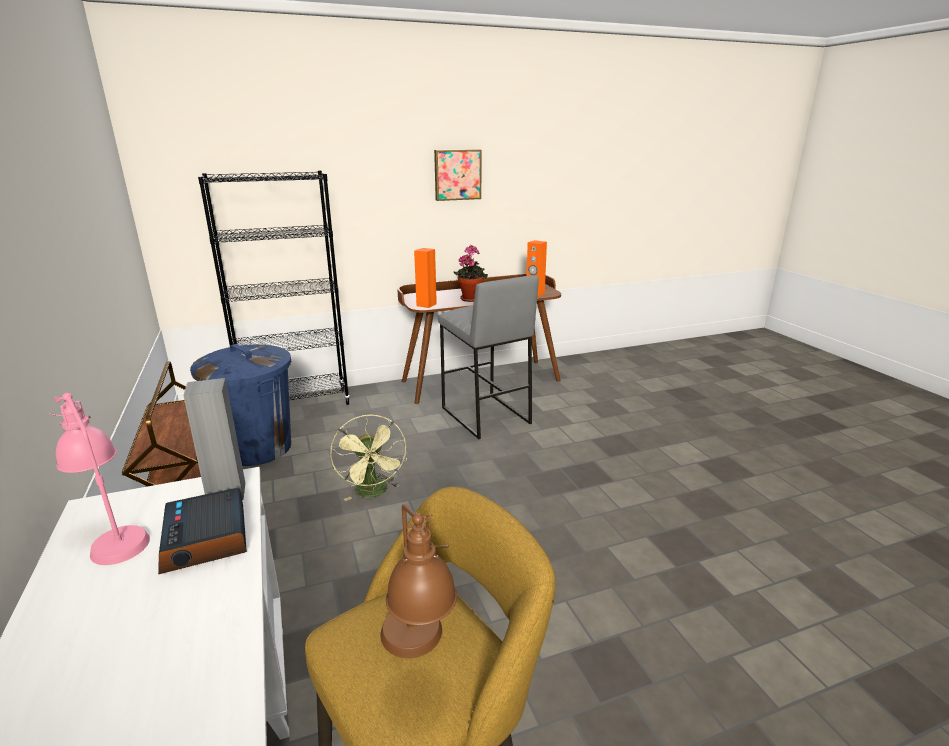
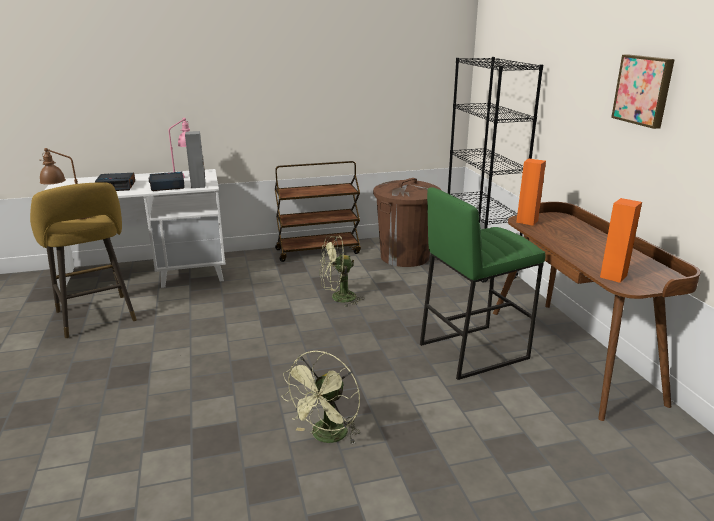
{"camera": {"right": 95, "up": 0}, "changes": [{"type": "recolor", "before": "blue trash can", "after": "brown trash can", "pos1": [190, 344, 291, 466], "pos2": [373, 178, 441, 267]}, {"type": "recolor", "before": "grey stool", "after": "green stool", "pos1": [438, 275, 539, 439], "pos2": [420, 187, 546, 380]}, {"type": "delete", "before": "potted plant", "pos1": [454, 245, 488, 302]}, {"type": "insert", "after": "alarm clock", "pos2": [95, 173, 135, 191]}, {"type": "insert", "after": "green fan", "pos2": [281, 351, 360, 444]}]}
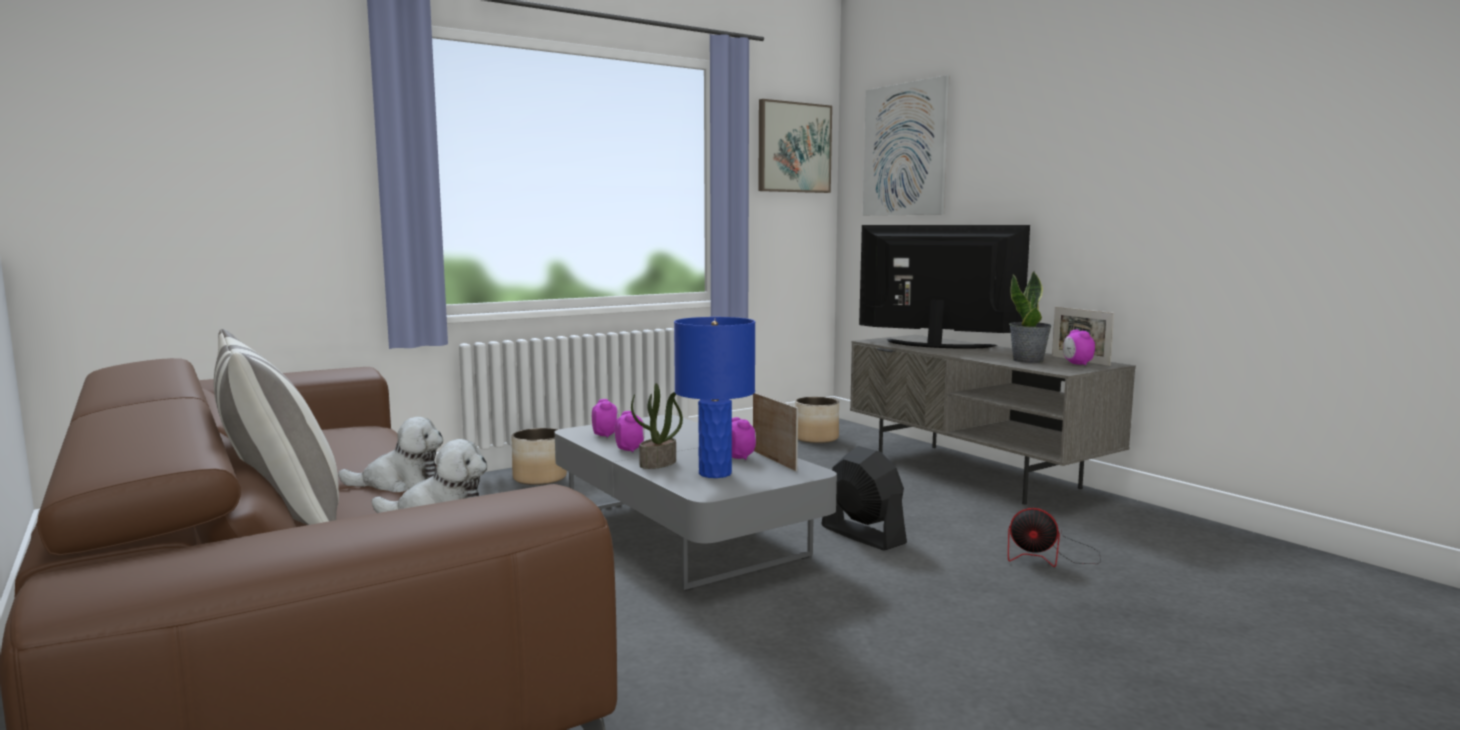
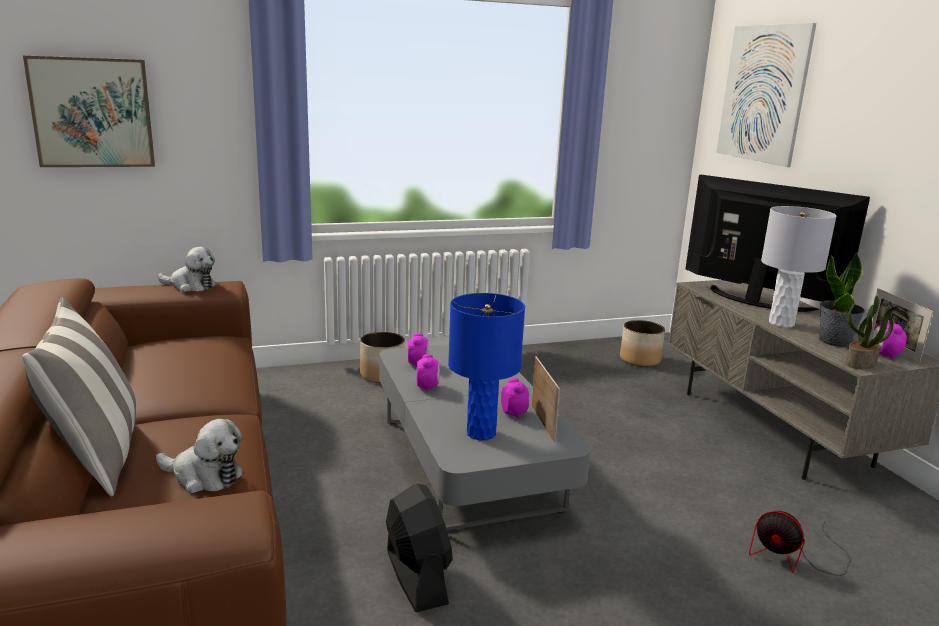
{"camera": {"right": 15, "up": 10}, "changes": [{"type": "move", "before": "plush toy", "pos1": [338, 417, 443, 492], "pos2": [158, 247, 216, 292]}, {"type": "move", "before": "potted plant", "pos1": [631, 383, 683, 469], "pos2": [845, 295, 898, 369]}, {"type": "move", "before": "picture", "pos1": [758, 99, 832, 193], "pos2": [23, 55, 155, 167]}, {"type": "move", "before": "black fan", "pos1": [821, 446, 907, 550], "pos2": [386, 484, 453, 612]}, {"type": "insert", "after": "grey table lamp", "pos2": [761, 206, 837, 328]}]}
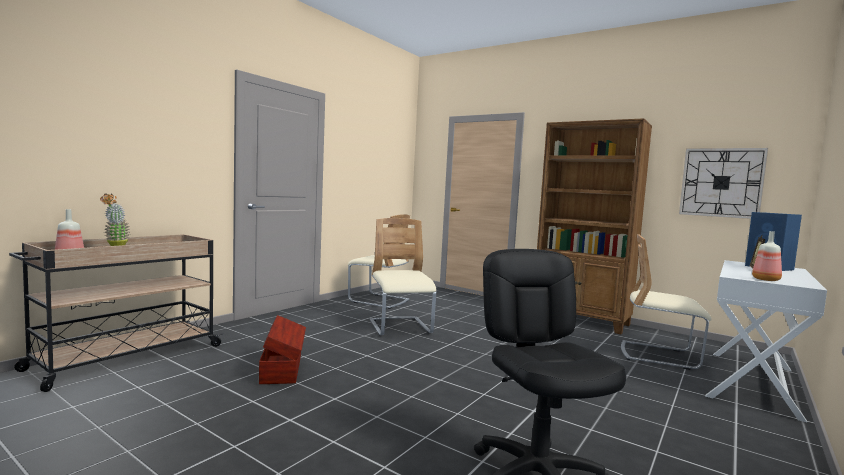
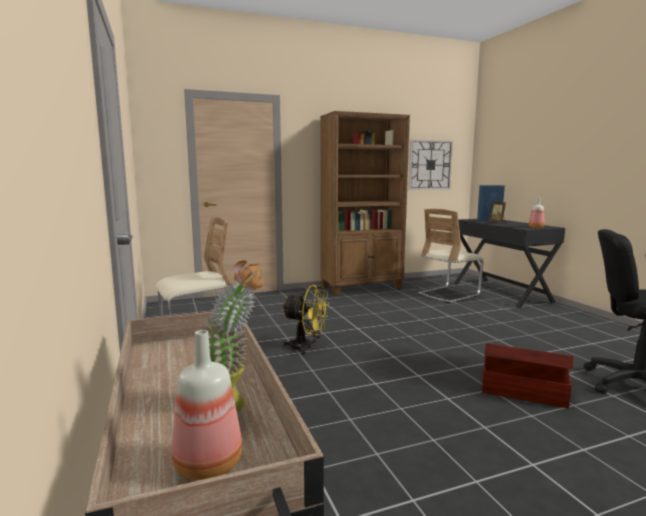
{"camera": {"right": -55, "up": 5}, "changes": [{"type": "move", "before": "brown storage box", "pos1": [259, 315, 306, 384], "pos2": [482, 343, 574, 408]}, {"type": "replace", "before": "beige chair", "after": "yellow fan", "pos1": [370, 218, 437, 336], "pos2": [283, 285, 329, 355]}, {"type": "recolor", "before": "white desk", "after": "black desk", "pos1": [705, 260, 827, 422], "pos2": [454, 219, 565, 308]}]}
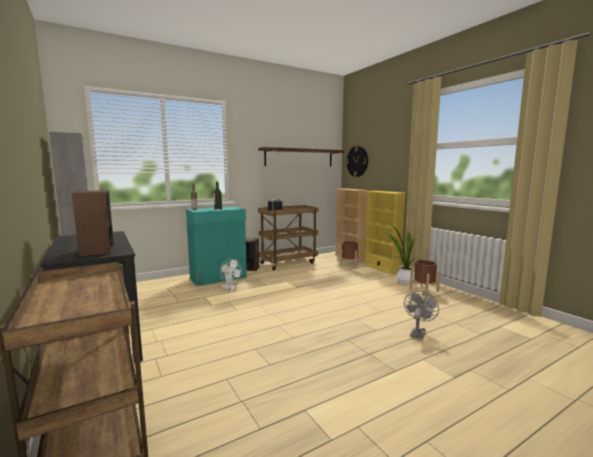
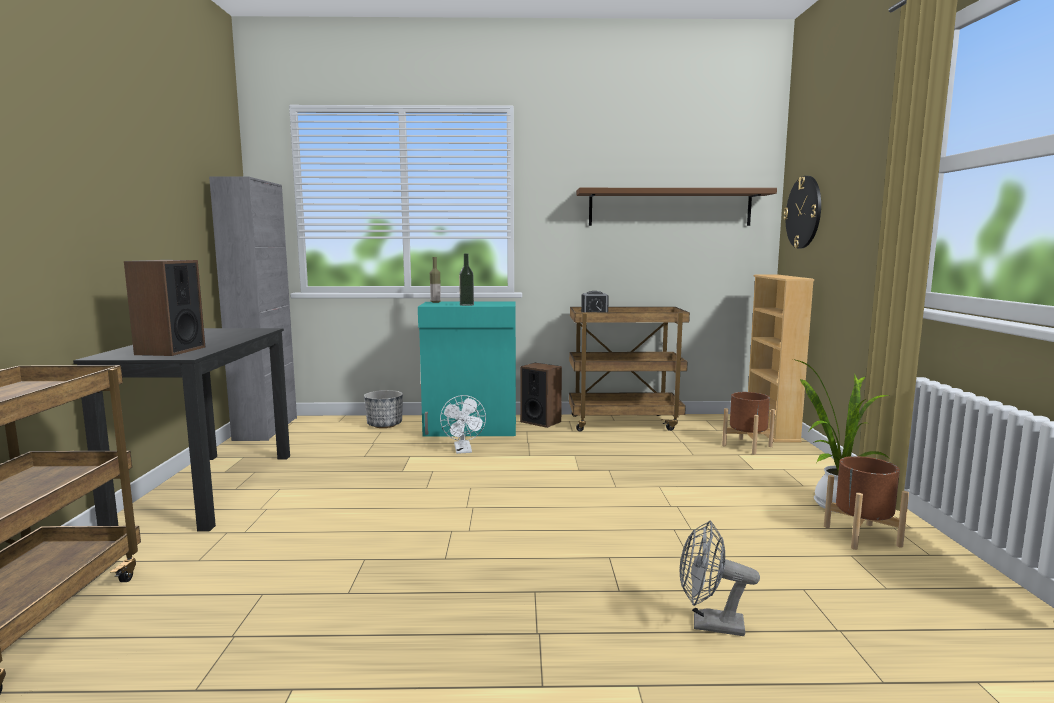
{"camera": {"right": 30, "up": 0}, "changes": [{"type": "delete", "before": "yellow bookcase", "pos1": [364, 191, 406, 274]}, {"type": "rotate", "before": "grey fan", "pos1": [404, 291, 439, 339], "pos2": [680, 520, 760, 636], "turn": -135}, {"type": "insert", "after": "planter", "pos2": [364, 390, 403, 428]}]}
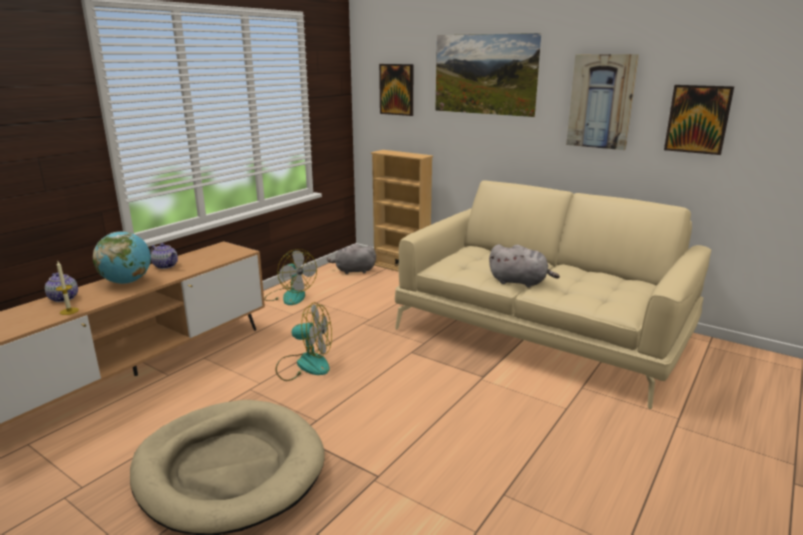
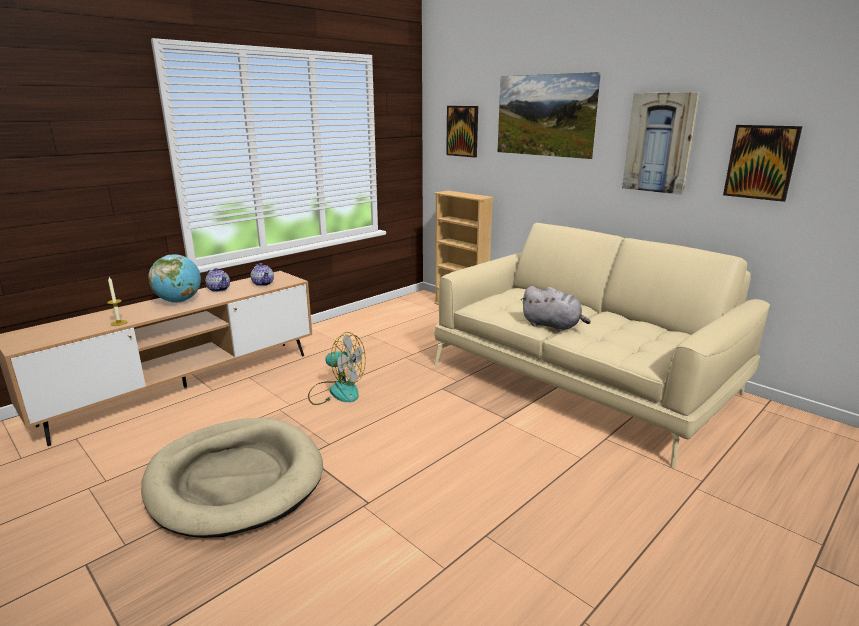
{"camera": {"right": 10, "up": 0}, "changes": [{"type": "move", "before": "teapot", "pos1": [45, 273, 78, 302], "pos2": [251, 263, 274, 286]}, {"type": "delete", "before": "fan", "pos1": [264, 249, 317, 305]}, {"type": "delete", "before": "grey plush toy", "pos1": [327, 244, 376, 274]}]}
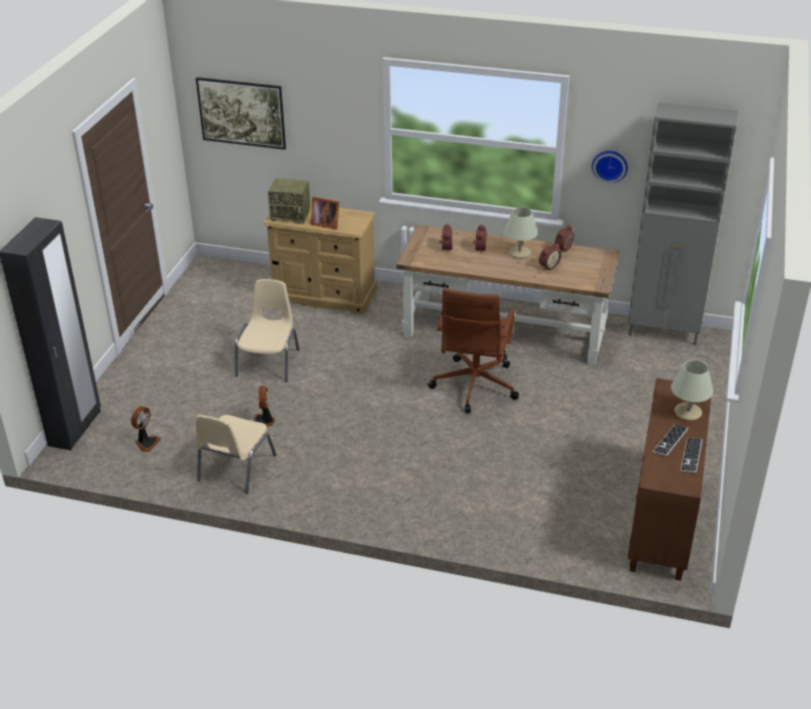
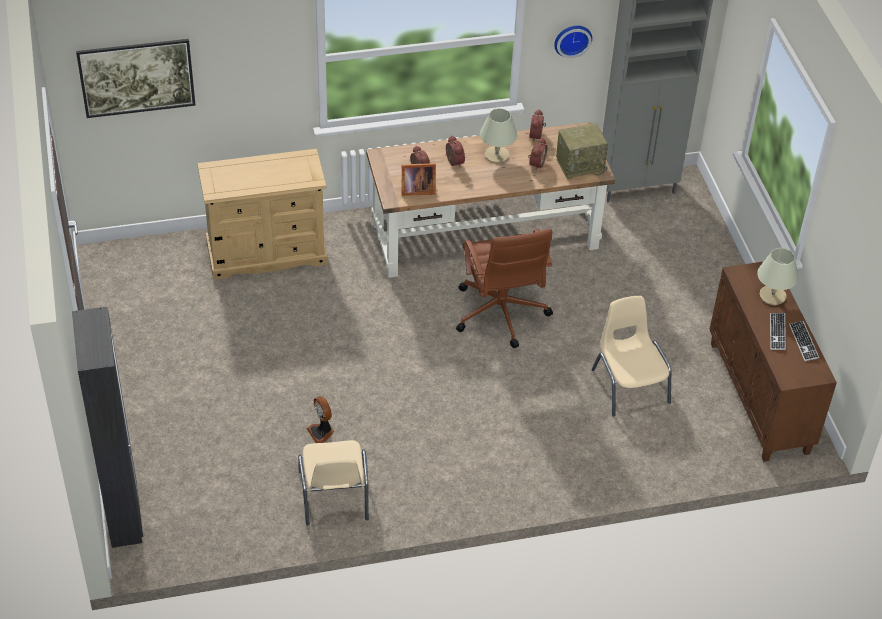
{"camera": {"right": -30, "up": 10}, "changes": [{"type": "delete", "before": "fan", "pos1": [131, 406, 161, 452]}, {"type": "move", "before": "beige chair", "pos1": [235, 279, 299, 382], "pos2": [592, 296, 671, 417]}, {"type": "move", "before": "radio", "pos1": [268, 178, 310, 224], "pos2": [556, 123, 608, 179]}, {"type": "move", "before": "picture frame", "pos1": [311, 196, 339, 230], "pos2": [401, 163, 436, 196]}]}
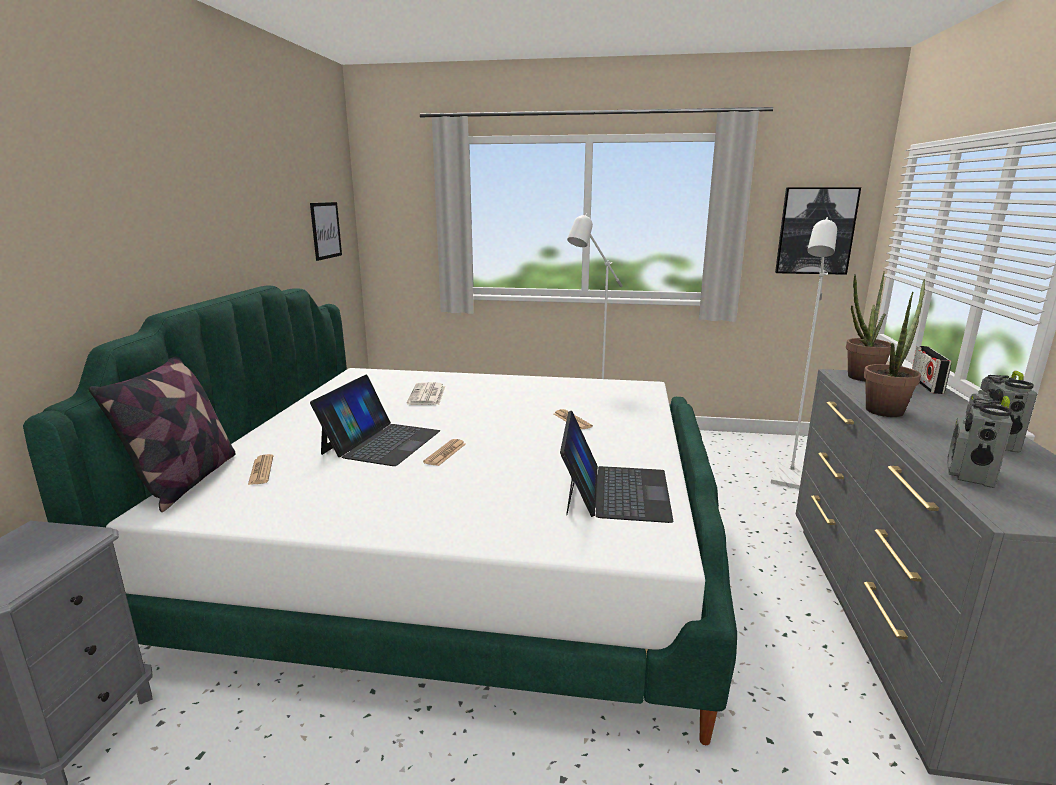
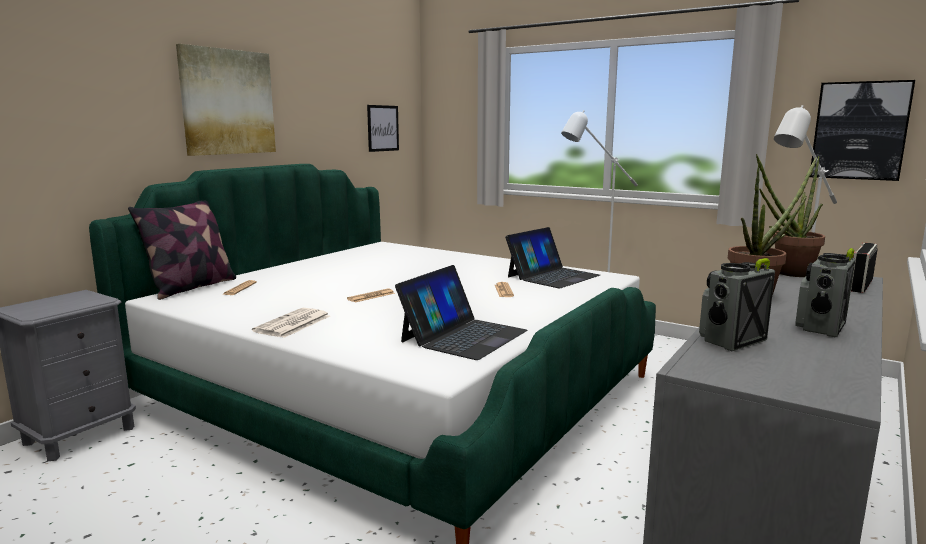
{"camera": {"right": 25, "up": -5}, "changes": [{"type": "move", "before": "laptop", "pos1": [310, 375, 440, 466], "pos2": [505, 227, 600, 288]}, {"type": "move", "before": "newspaper", "pos1": [407, 382, 445, 405], "pos2": [252, 308, 330, 338]}, {"type": "insert", "after": "picture", "pos2": [176, 44, 276, 156]}]}
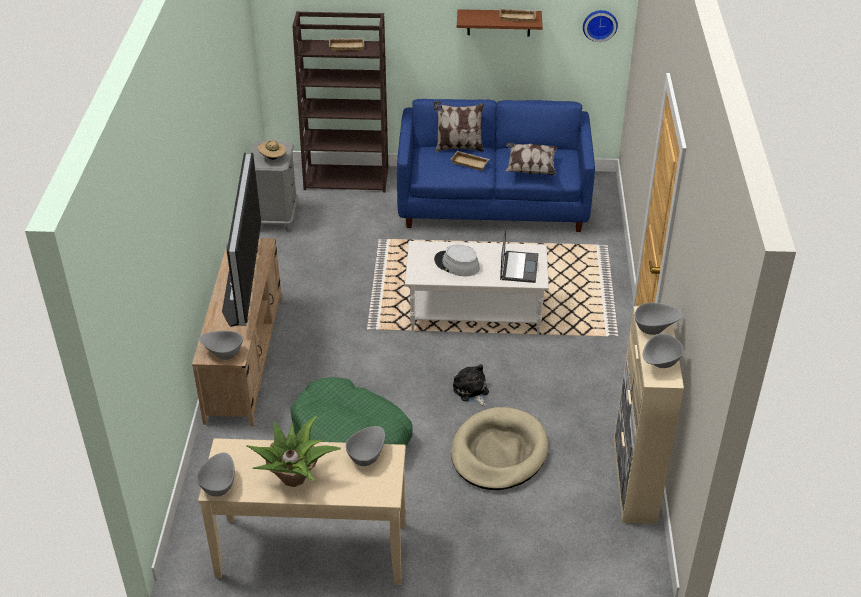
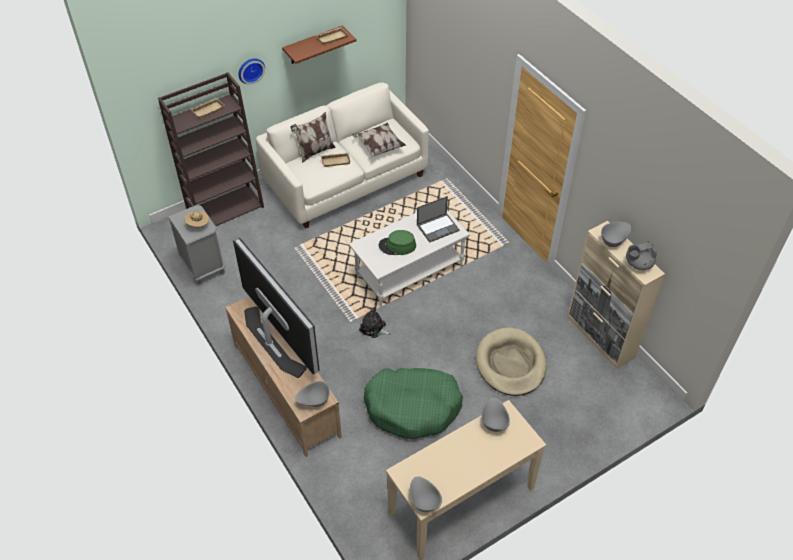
{"camera": {"right": -35, "up": 10}, "changes": [{"type": "delete", "before": "potted plant", "pos1": [246, 416, 341, 487]}, {"type": "recolor", "before": "blue sofa", "after": "white sofa", "pos1": [397, 99, 595, 232], "pos2": [256, 82, 429, 229]}, {"type": "recolor", "before": "grey hat", "after": "green hat", "pos1": [434, 244, 480, 276], "pos2": [379, 230, 416, 255]}, {"type": "move", "before": "plush toy", "pos1": [453, 364, 489, 406], "pos2": [359, 307, 391, 338]}, {"type": "rotate", "before": "laptop", "pos1": [500, 226, 539, 283], "pos2": [417, 196, 460, 243], "turn": 90}, {"type": "move", "before": "wall clock", "pos1": [583, 10, 618, 42], "pos2": [238, 58, 265, 84]}, {"type": "replace", "before": "grey bowl", "after": "grey teapot", "pos1": [643, 333, 684, 368], "pos2": [626, 240, 657, 270]}]}
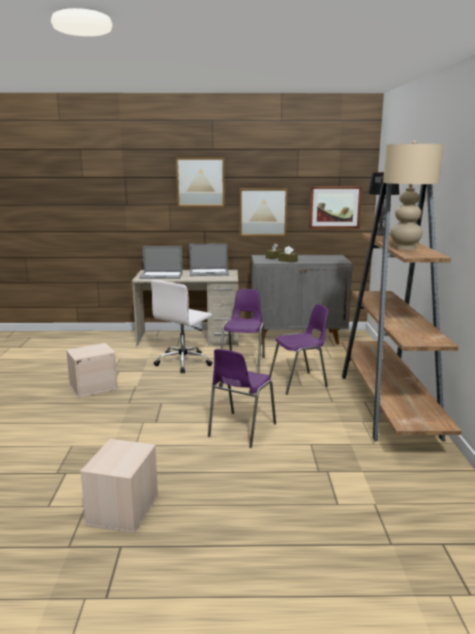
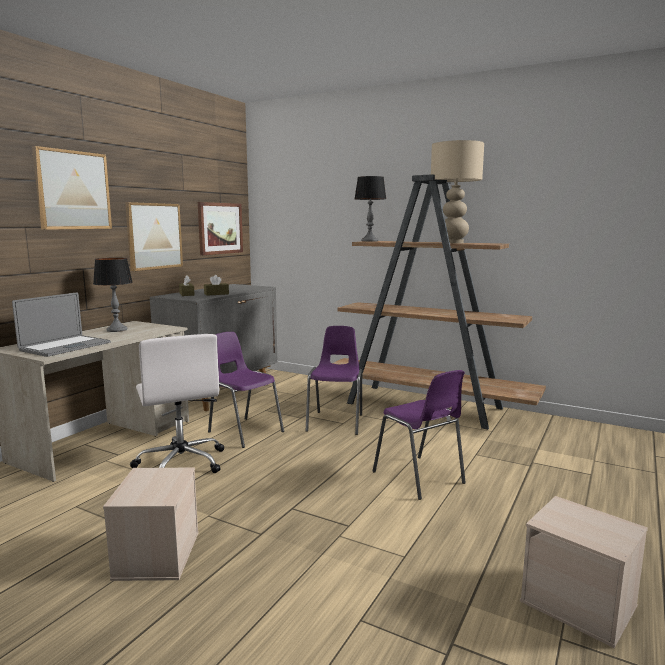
{"camera": {"right": -60, "up": -5}, "changes": [{"type": "replace", "before": "laptop", "after": "table lamp", "pos1": [189, 243, 229, 276], "pos2": [93, 258, 133, 332]}]}
